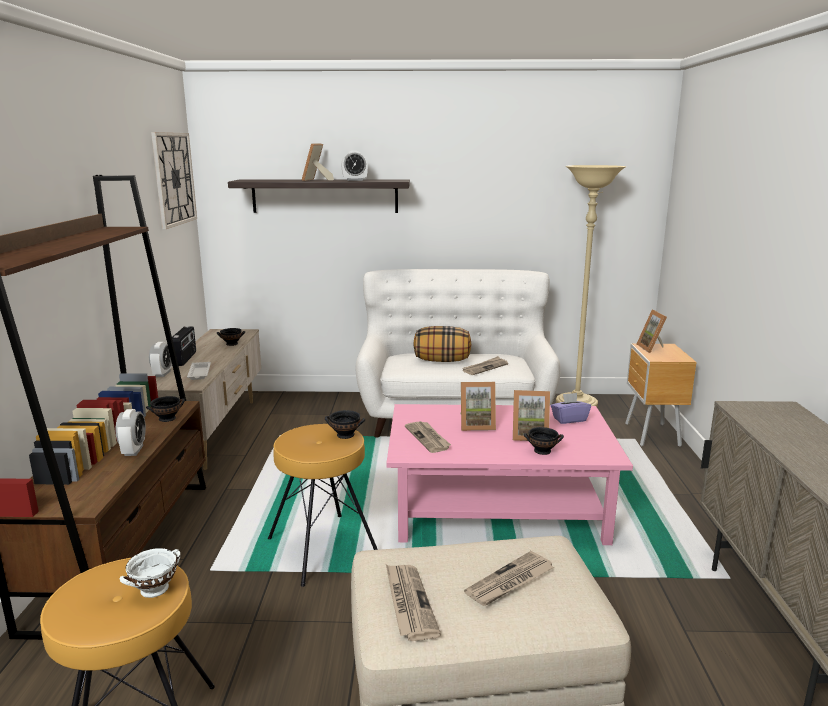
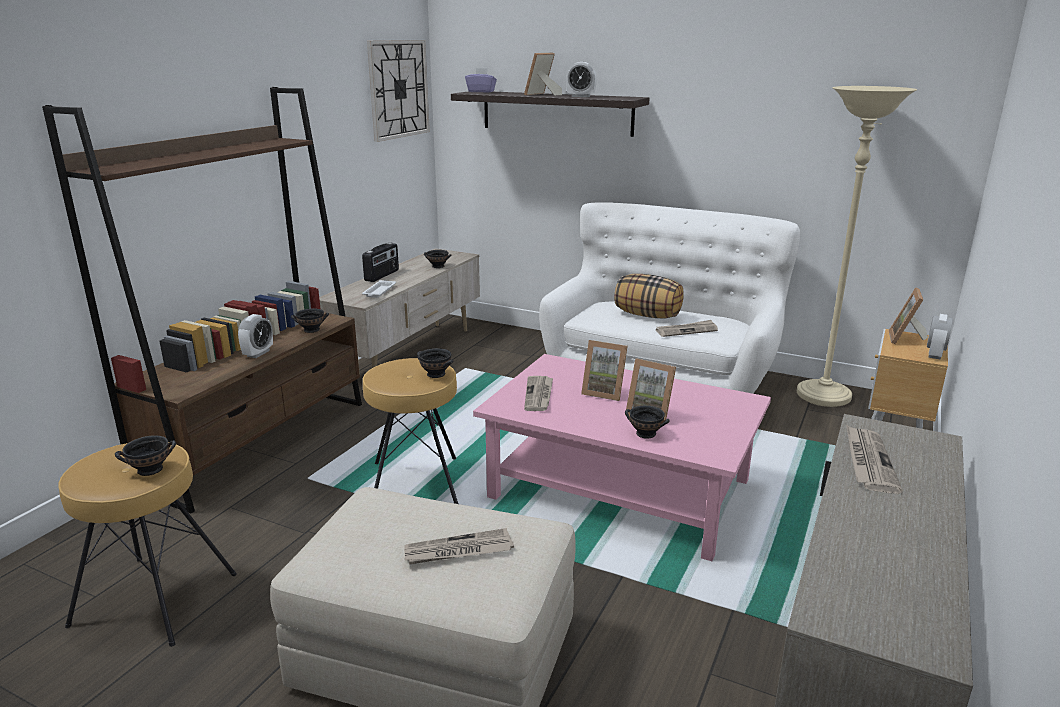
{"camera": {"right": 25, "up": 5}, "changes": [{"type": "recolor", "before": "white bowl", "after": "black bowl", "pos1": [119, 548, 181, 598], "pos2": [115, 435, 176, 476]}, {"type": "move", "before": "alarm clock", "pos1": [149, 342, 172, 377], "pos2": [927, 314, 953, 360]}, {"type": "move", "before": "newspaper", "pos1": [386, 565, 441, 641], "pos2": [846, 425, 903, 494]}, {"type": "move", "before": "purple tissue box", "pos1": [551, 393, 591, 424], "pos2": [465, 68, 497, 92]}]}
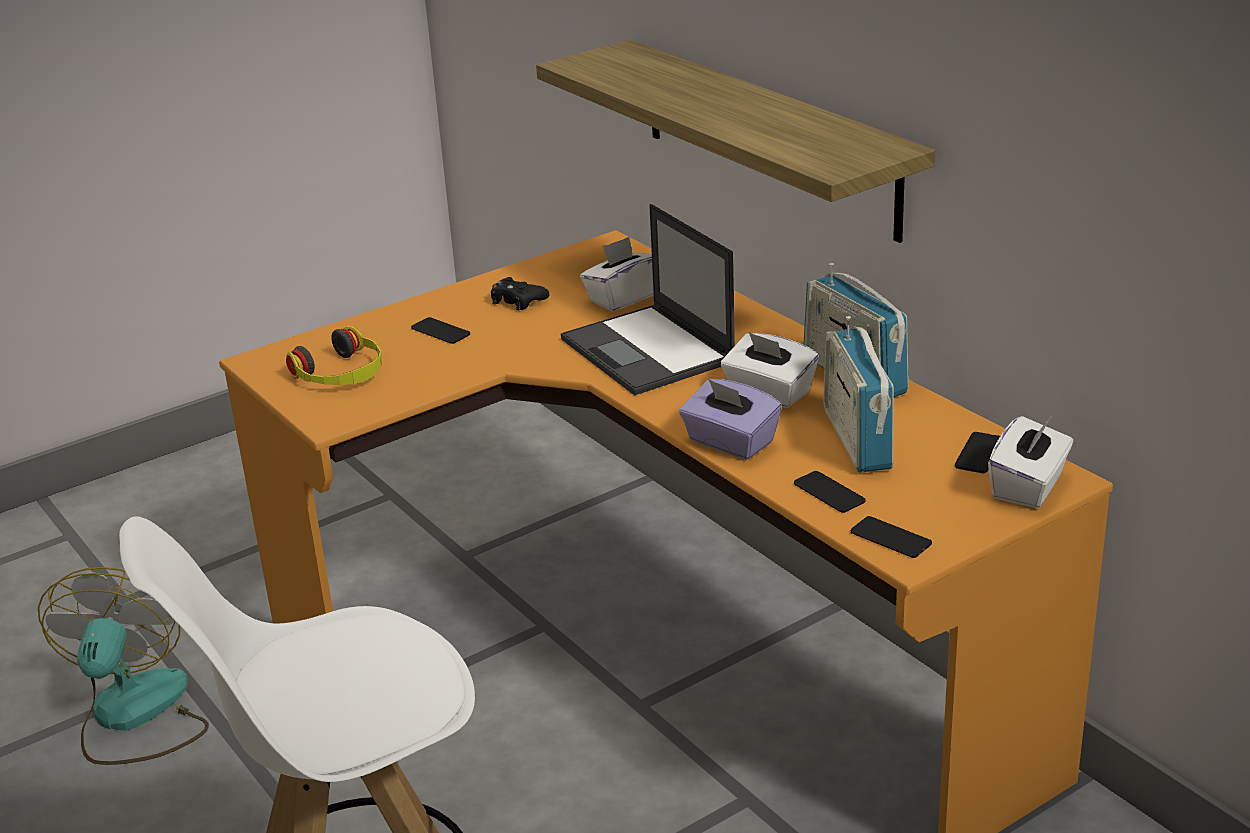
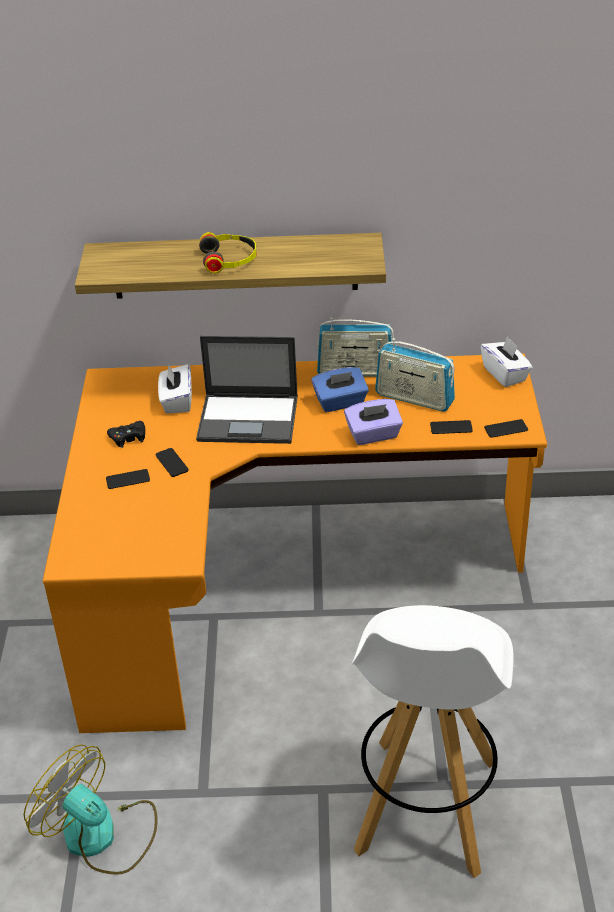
{"camera": {"right": -55, "up": 10}, "changes": [{"type": "move", "before": "headphones", "pos1": [286, 326, 382, 385], "pos2": [199, 232, 257, 273]}, {"type": "recolor", "before": "white tissue box", "after": "blue tissue box", "pos1": [721, 332, 819, 408], "pos2": [311, 367, 369, 412]}, {"type": "move", "before": "phone", "pos1": [955, 432, 1000, 473], "pos2": [155, 448, 189, 477]}]}
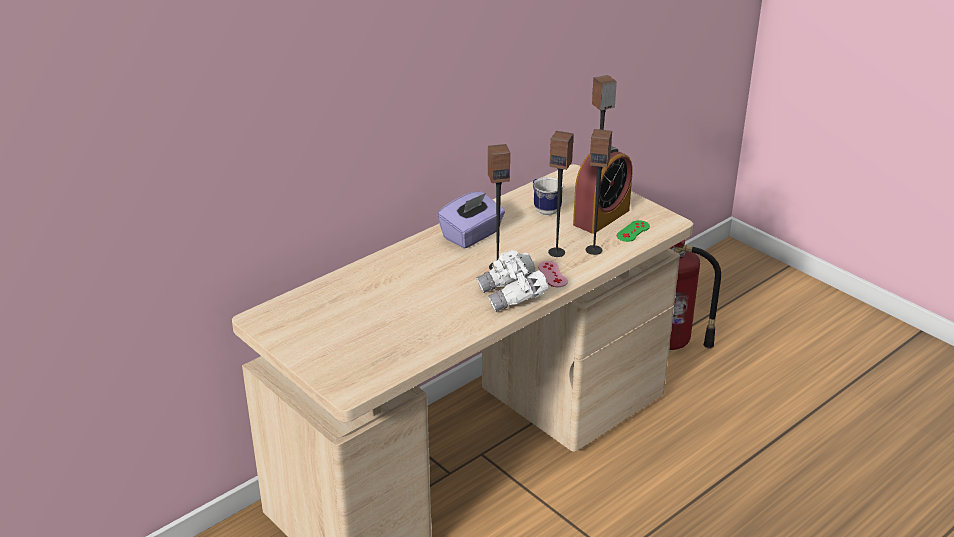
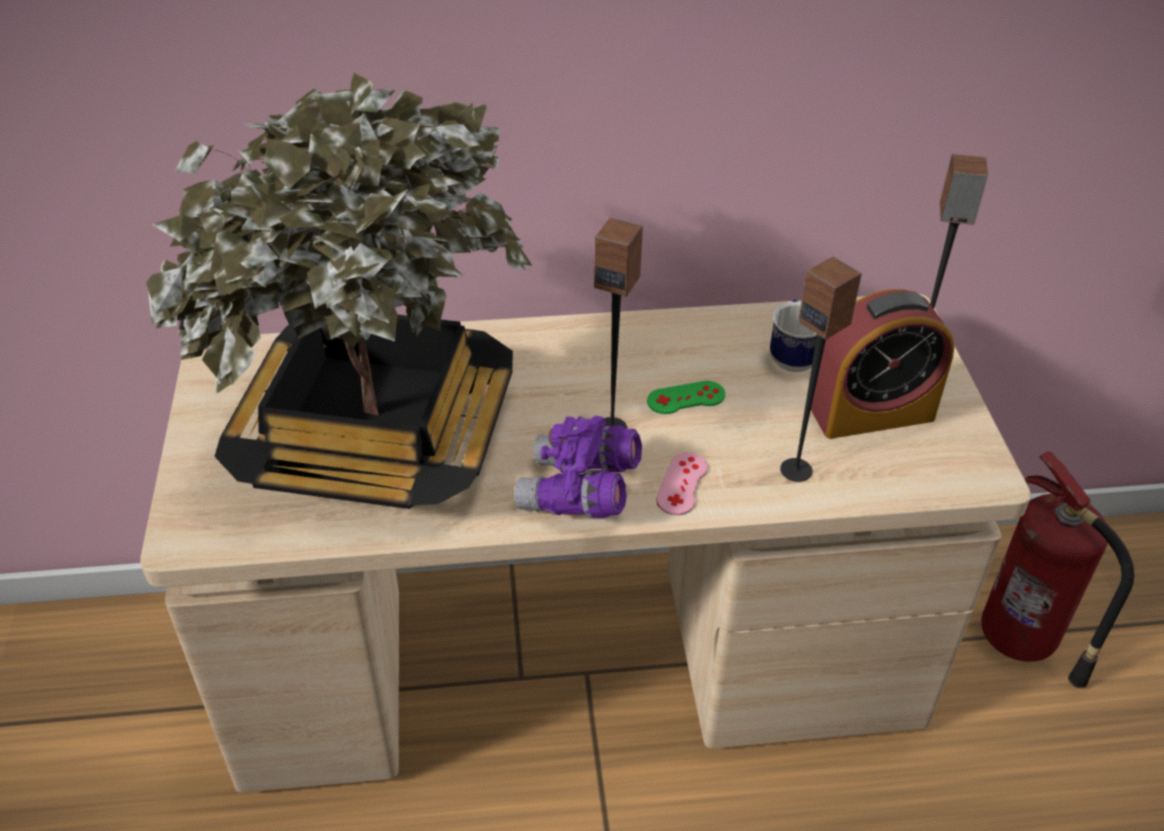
{"camera": {"right": 35, "up": 10}, "changes": [{"type": "delete", "before": "purple tissue box", "pos1": [437, 191, 505, 249]}, {"type": "recolor", "before": "white binoculars", "after": "purple binoculars", "pos1": [477, 250, 549, 312], "pos2": [514, 416, 642, 518]}, {"type": "delete", "before": "speaker", "pos1": [548, 131, 574, 257]}, {"type": "move", "before": "green game controller", "pos1": [617, 220, 650, 242], "pos2": [647, 381, 725, 414]}, {"type": "insert", "after": "potted plant", "pos2": [146, 73, 532, 509]}]}
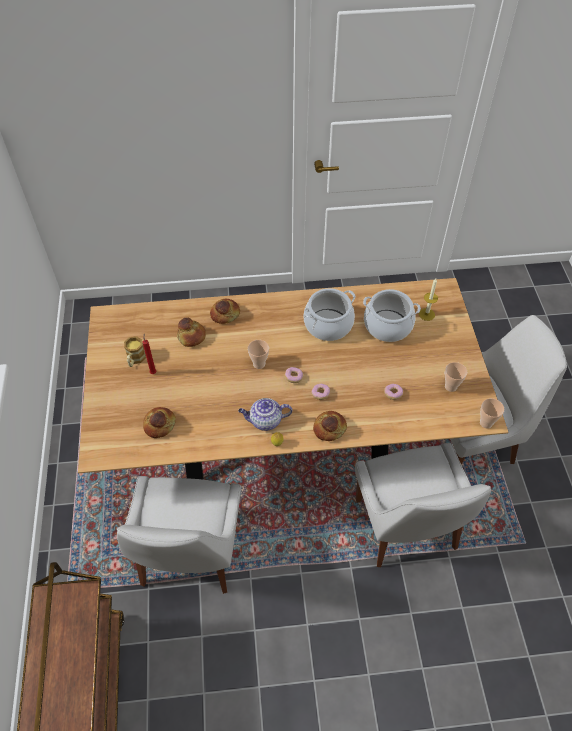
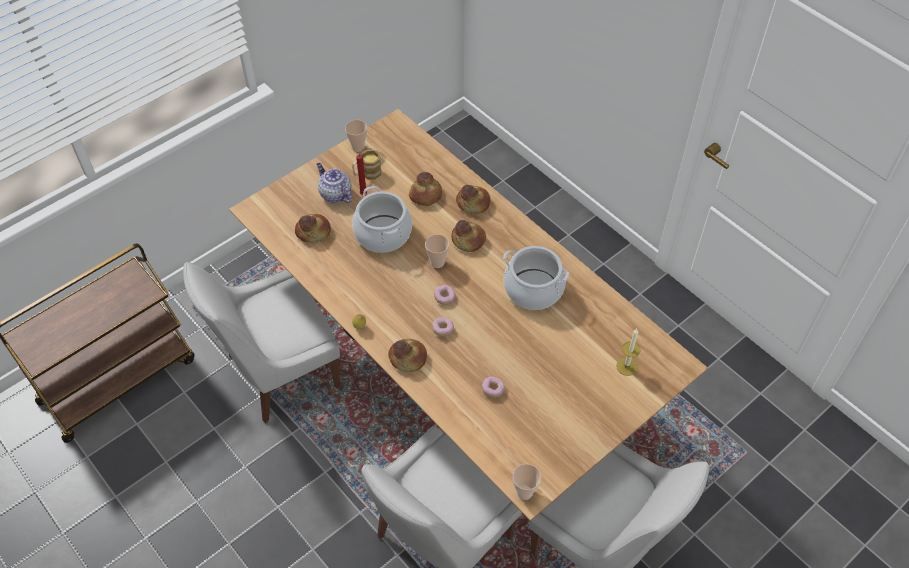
{"camera": {"right": 55, "up": 0}, "changes": [{"type": "move", "before": "teapot", "pos1": [238, 398, 292, 431], "pos2": [316, 163, 352, 203]}, {"type": "move", "before": "cooking pot", "pos1": [363, 289, 421, 342], "pos2": [352, 186, 412, 253]}, {"type": "move", "before": "cup", "pos1": [445, 362, 467, 392], "pos2": [345, 120, 367, 152]}, {"type": "insert", "after": "bread", "pos2": [452, 220, 486, 252]}]}
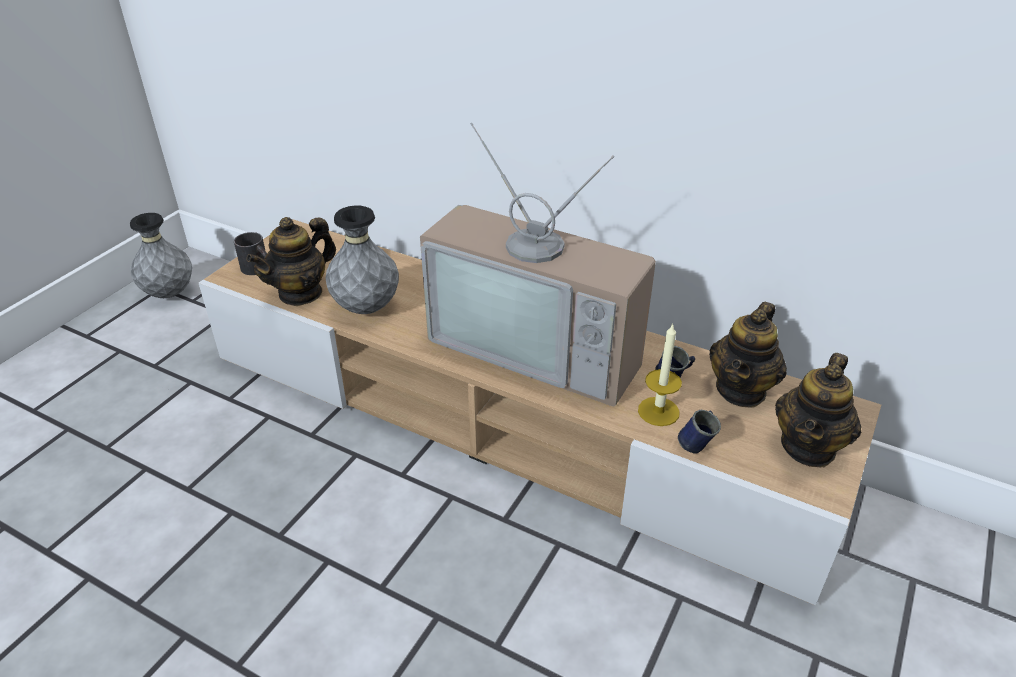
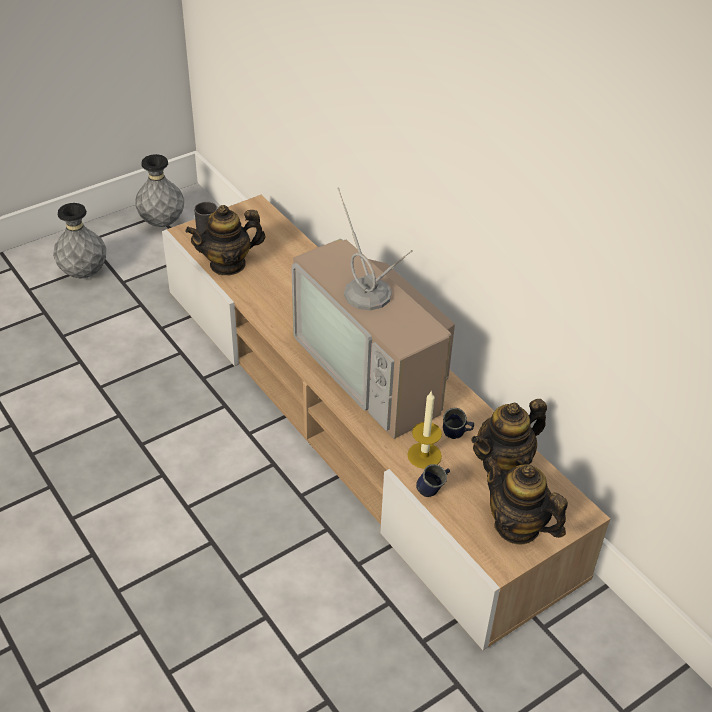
{"camera": {"right": 25, "up": 5}, "changes": [{"type": "move", "before": "grey vase", "pos1": [325, 205, 399, 314], "pos2": [53, 203, 106, 278]}, {"type": "rotate", "before": "teapot", "pos1": [775, 353, 861, 468], "pos2": [485, 456, 568, 545], "turn": 75}]}
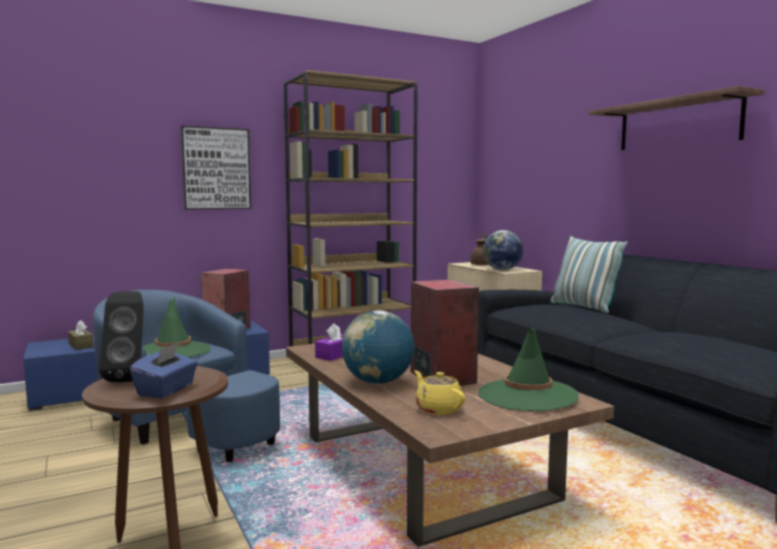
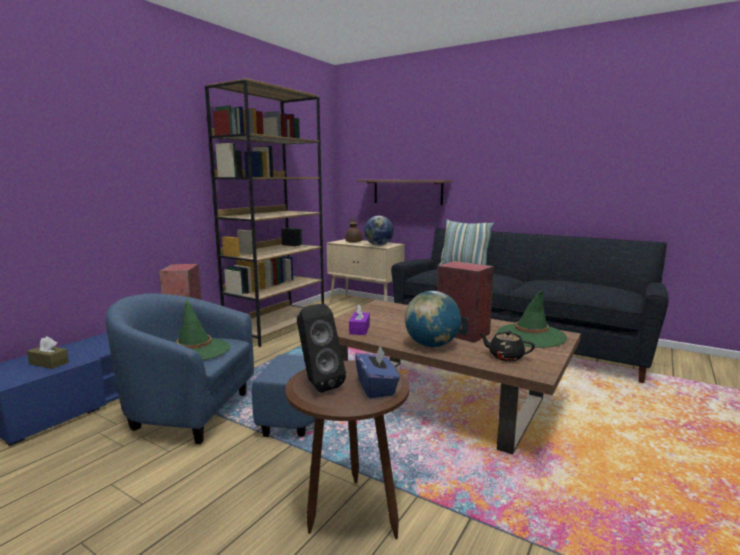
{"camera": {"right": -30, "up": 5}, "changes": [{"type": "delete", "before": "picture", "pos1": [181, 126, 251, 209]}, {"type": "recolor", "before": "yellow teapot", "after": "black teapot", "pos1": [414, 371, 465, 415], "pos2": [478, 331, 535, 361]}, {"type": "move", "before": "shelf", "pos1": [588, 86, 765, 150], "pos2": [357, 180, 452, 205]}]}
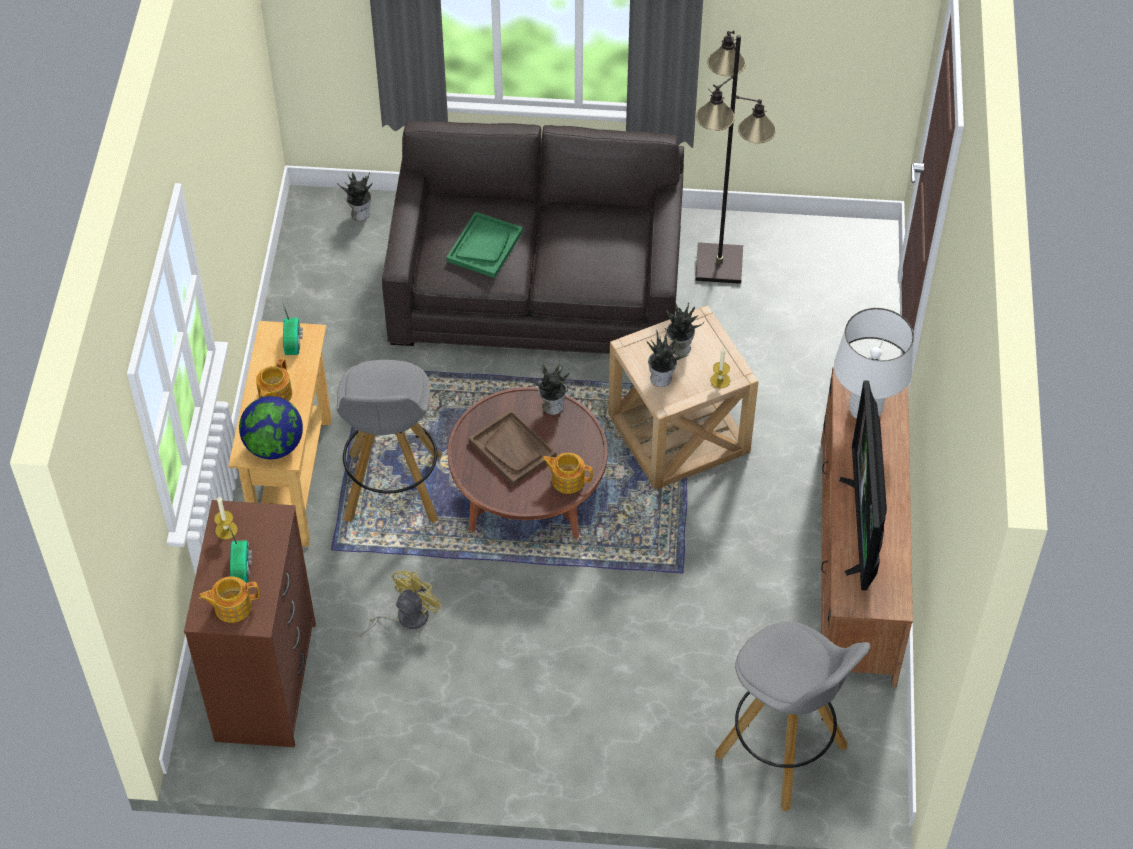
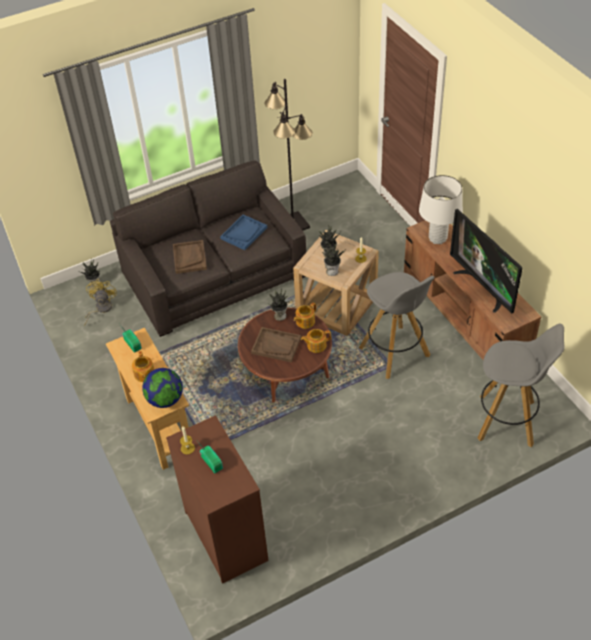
{"camera": {"right": -30, "up": -5}, "changes": [{"type": "move", "before": "teapot", "pos1": [198, 576, 259, 623], "pos2": [294, 302, 316, 329]}, {"type": "move", "before": "grey stool", "pos1": [337, 360, 442, 523], "pos2": [359, 272, 434, 379]}, {"type": "move", "before": "yellow fan", "pos1": [360, 570, 442, 637], "pos2": [84, 279, 117, 326]}, {"type": "recolor", "before": "green tray", "after": "brown tray", "pos1": [447, 212, 523, 278], "pos2": [173, 240, 207, 274]}, {"type": "insert", "after": "blue tray", "pos2": [220, 215, 267, 250]}]}
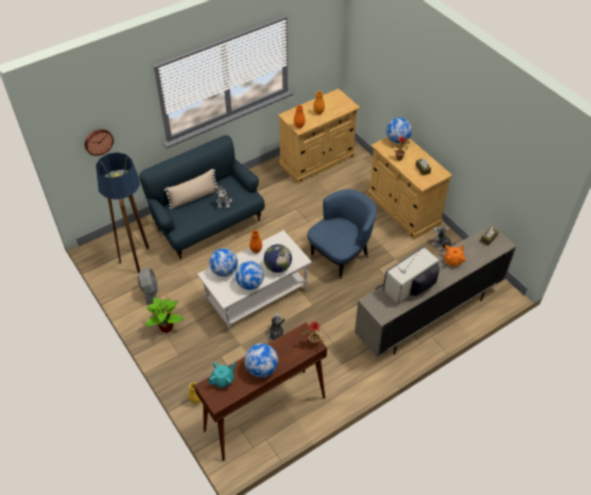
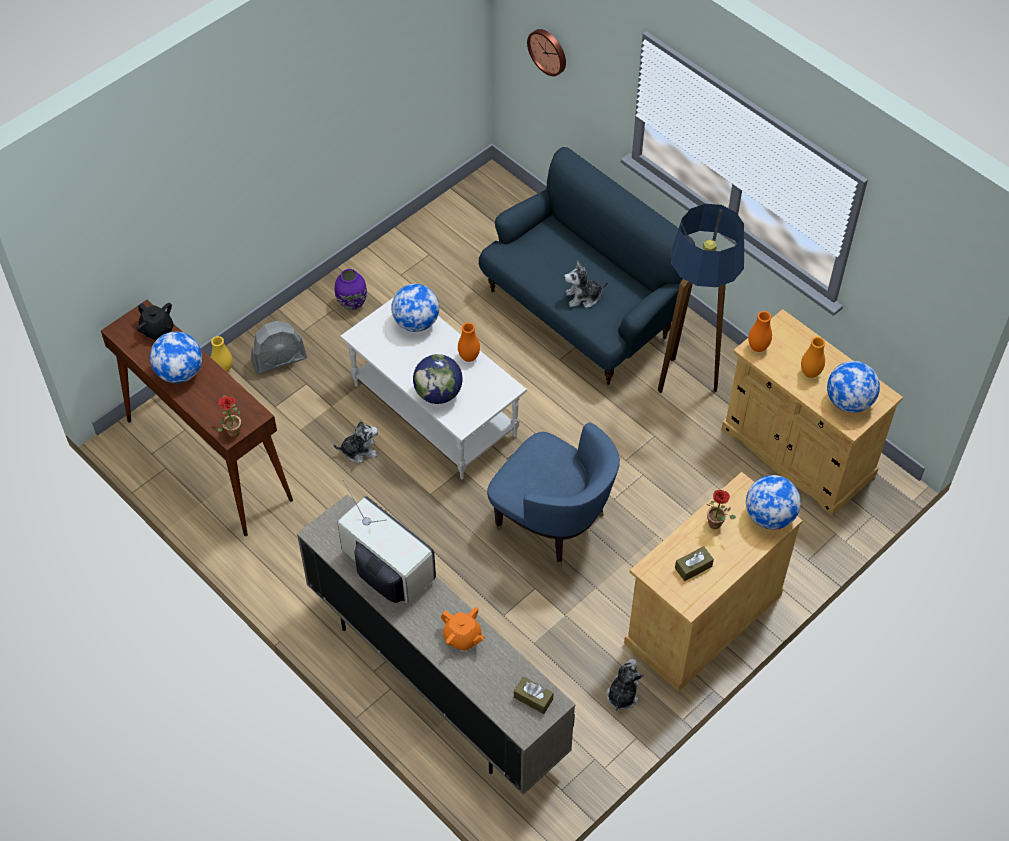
{"camera": {"right": 80, "up": 5}, "changes": [{"type": "move", "before": "floor lamp", "pos1": [96, 152, 149, 273], "pos2": [658, 204, 744, 393]}, {"type": "move", "before": "grey fan", "pos1": [137, 267, 158, 305], "pos2": [251, 321, 307, 374]}, {"type": "replace", "before": "potted plant", "after": "purple vase", "pos1": [145, 297, 184, 333], "pos2": [335, 269, 367, 311]}, {"type": "delete", "before": "beige pillow", "pos1": [164, 169, 218, 209]}, {"type": "recolor", "before": "turquoise teapot", "after": "black teapot", "pos1": [208, 362, 236, 388], "pos2": [137, 303, 174, 341]}, {"type": "move", "before": "globe", "pos1": [235, 261, 264, 290], "pos2": [827, 361, 880, 413]}]}
